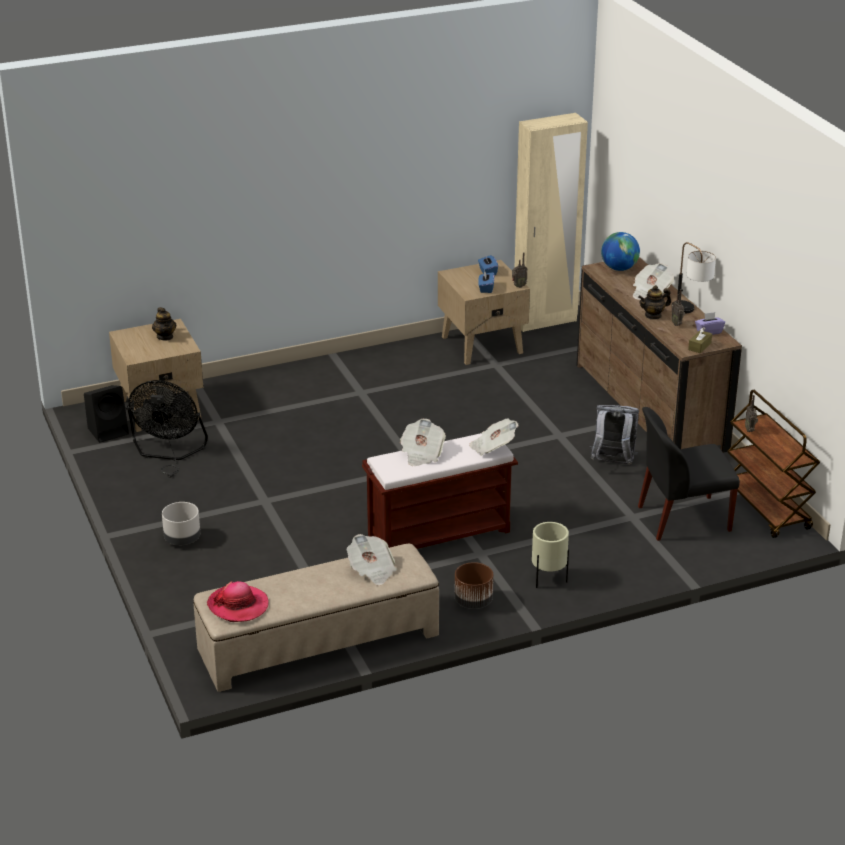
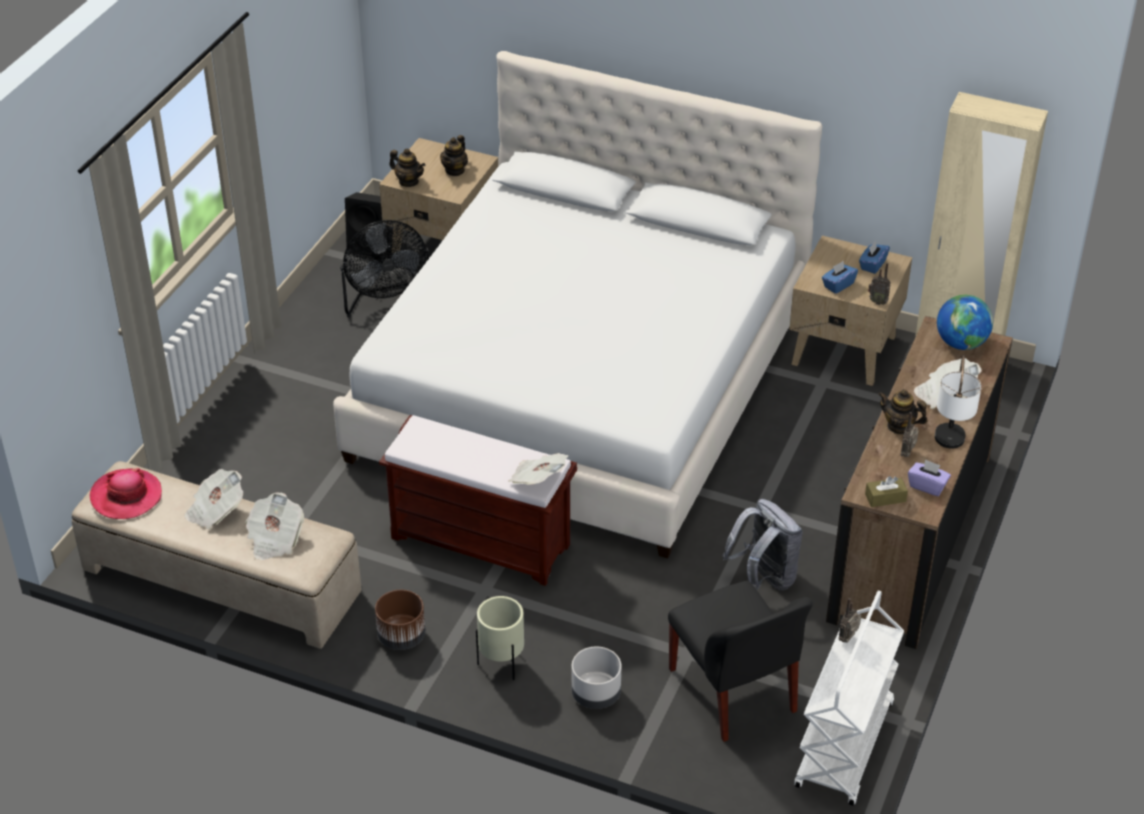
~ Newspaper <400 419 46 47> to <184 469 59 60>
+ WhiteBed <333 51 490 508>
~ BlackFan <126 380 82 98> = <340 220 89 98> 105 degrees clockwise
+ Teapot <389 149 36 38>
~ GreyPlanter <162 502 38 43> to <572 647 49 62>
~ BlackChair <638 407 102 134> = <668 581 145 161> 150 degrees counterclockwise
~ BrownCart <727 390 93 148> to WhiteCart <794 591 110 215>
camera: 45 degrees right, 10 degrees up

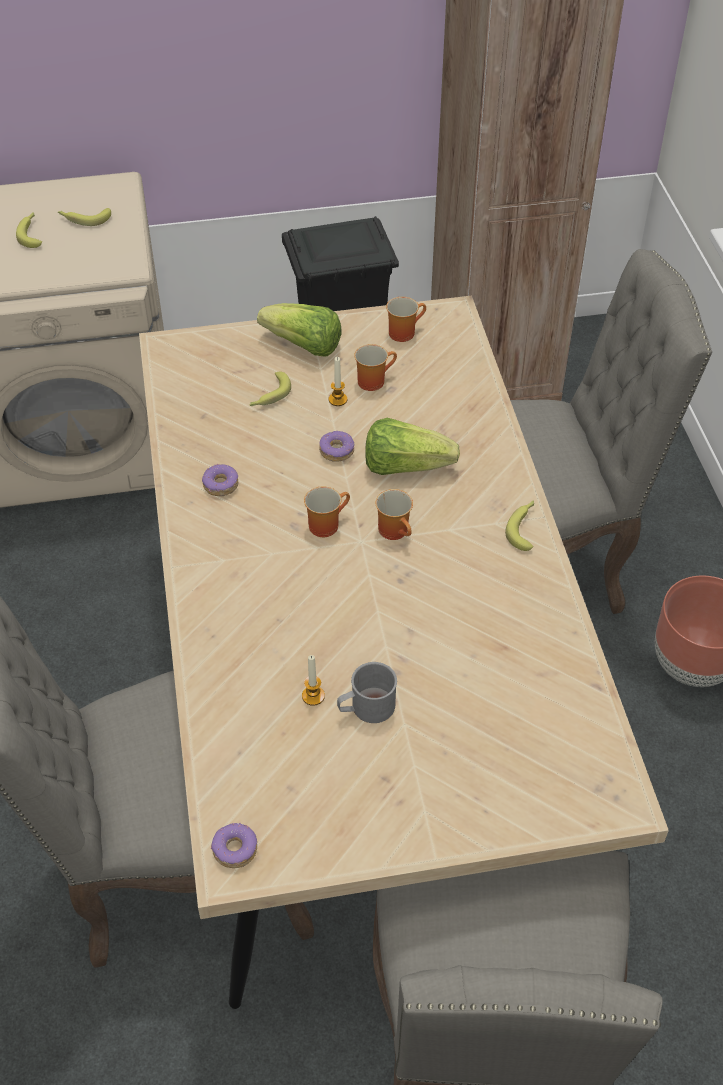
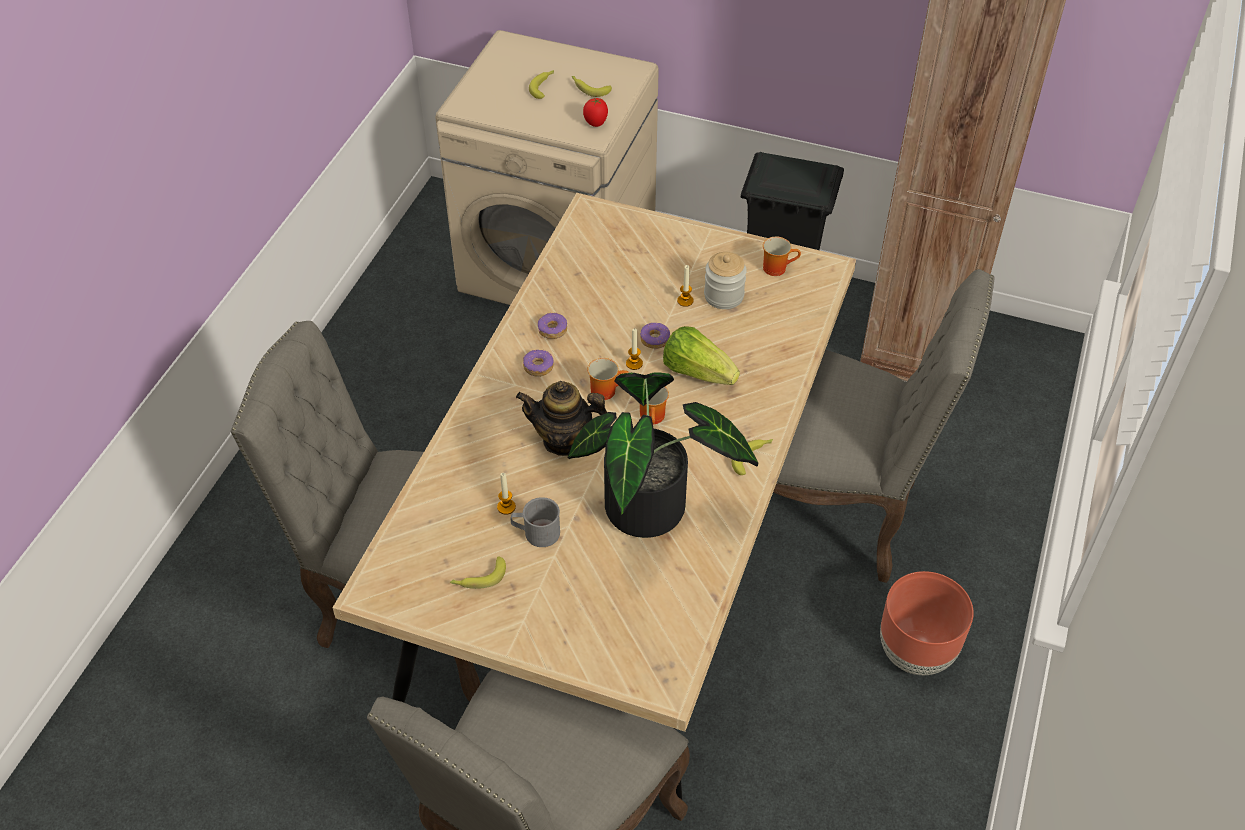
~ Banana <249 372 42 34> to <449 556 57 33>
+ Teapot <516 381 95 75>
~ Donut <211 822 46 46> to <523 350 31 27>
+ PottedPlant <568 372 190 166>
+ Tomato <583 98 25 29>
+ Candle <626 328 17 42>
~ Mug <354 344 43 47> to Jar <704 252 43 57>
- Lettuce <257 303 85 54>
camera: 30 degrees right, 0 degrees up

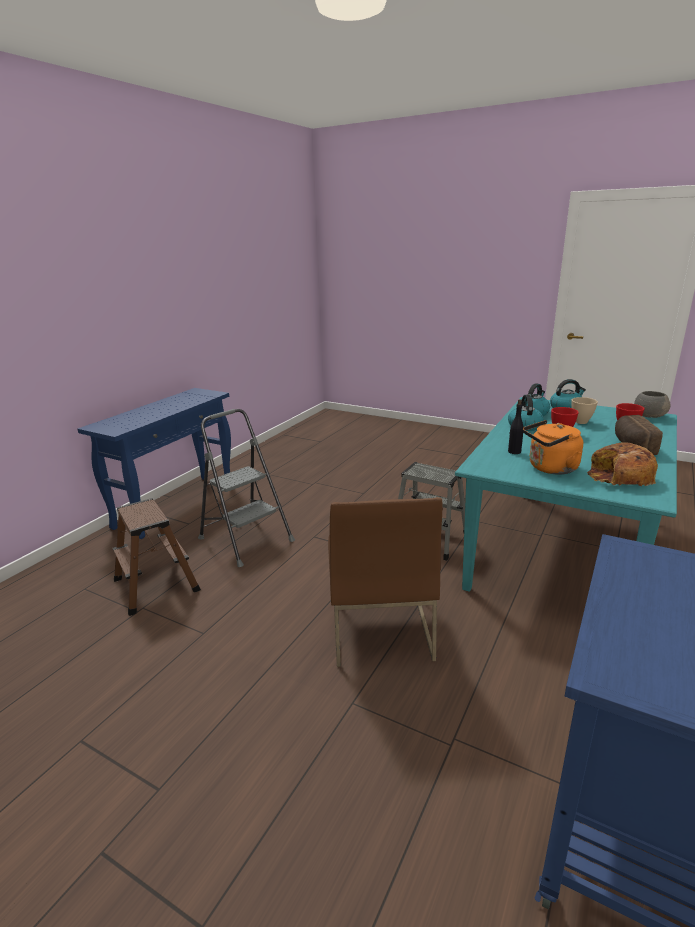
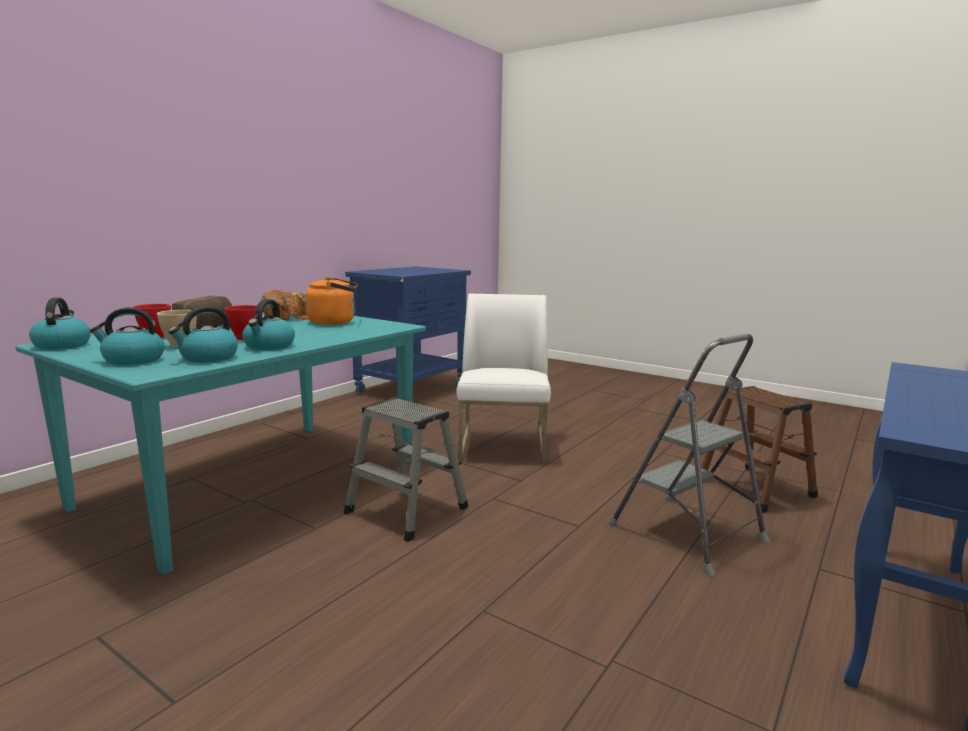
~ GreyBowl <634 391 36 27> to Kettle <29 297 62 53>
~ BrownChair <328 497 114 170> to WhiteChair <457 294 94 169>
- BlackBottle <508 399 16 55>
camera: 175 degrees left, 10 degrees down

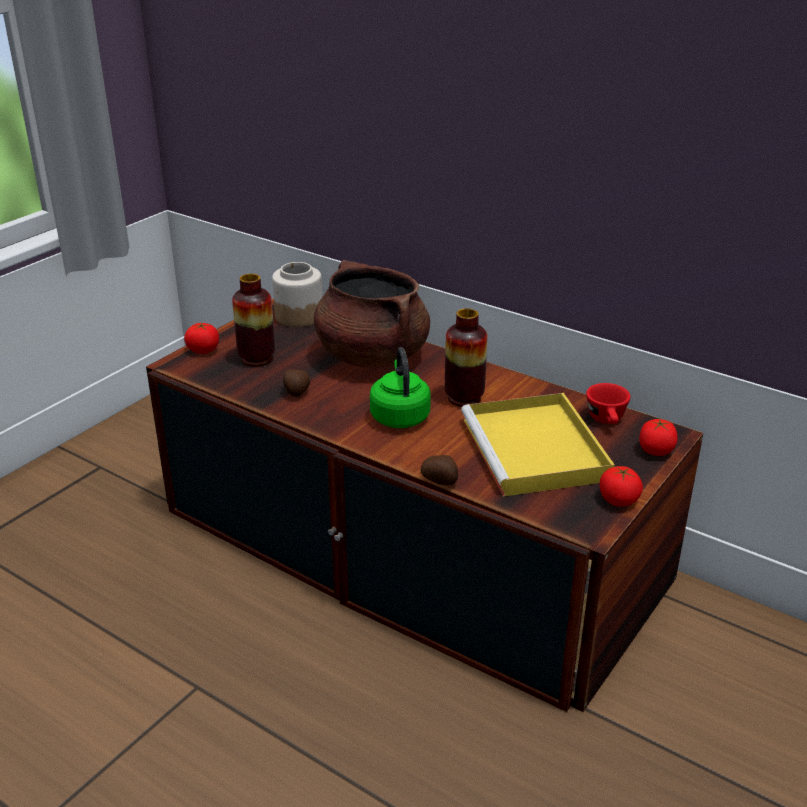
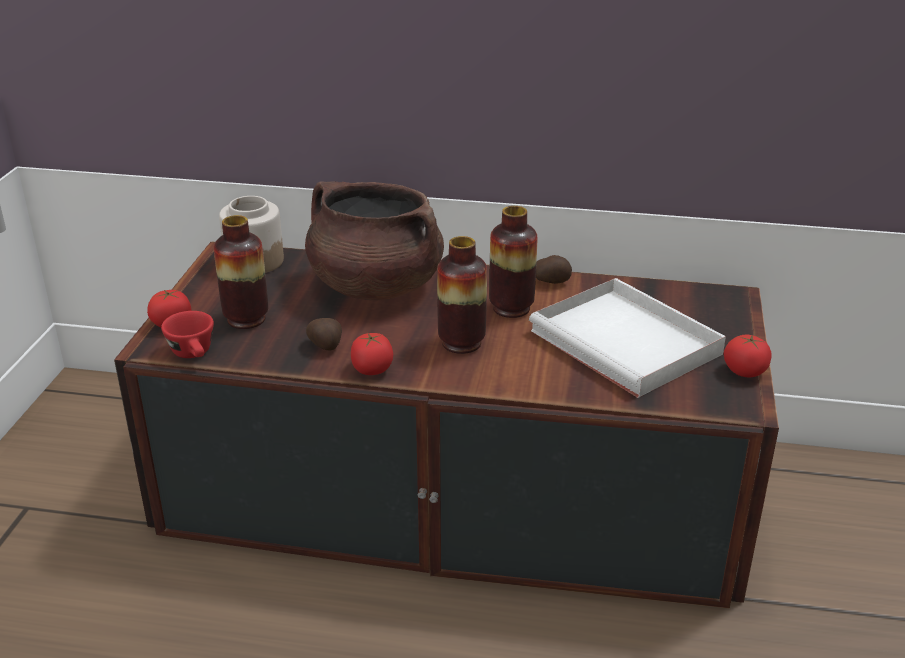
~ RedCup <586 383 45 41> to <161 311 53 47>
~ Tomato <639 419 39 37> to <351 333 42 42>
~ GreenKettle <370 347 61 81> to Vase <437 236 50 118>
~ YellowTray <461 393 154 104> to WhiteTray <529 278 197 120>
~ Potato <421 455 37 30> to <536 255 36 29>
camera: 25 degrees left, 0 degrees up

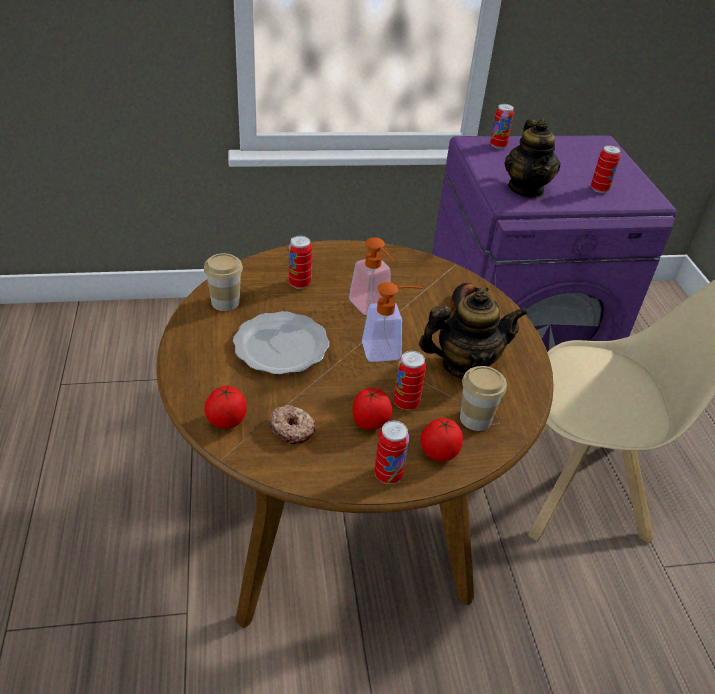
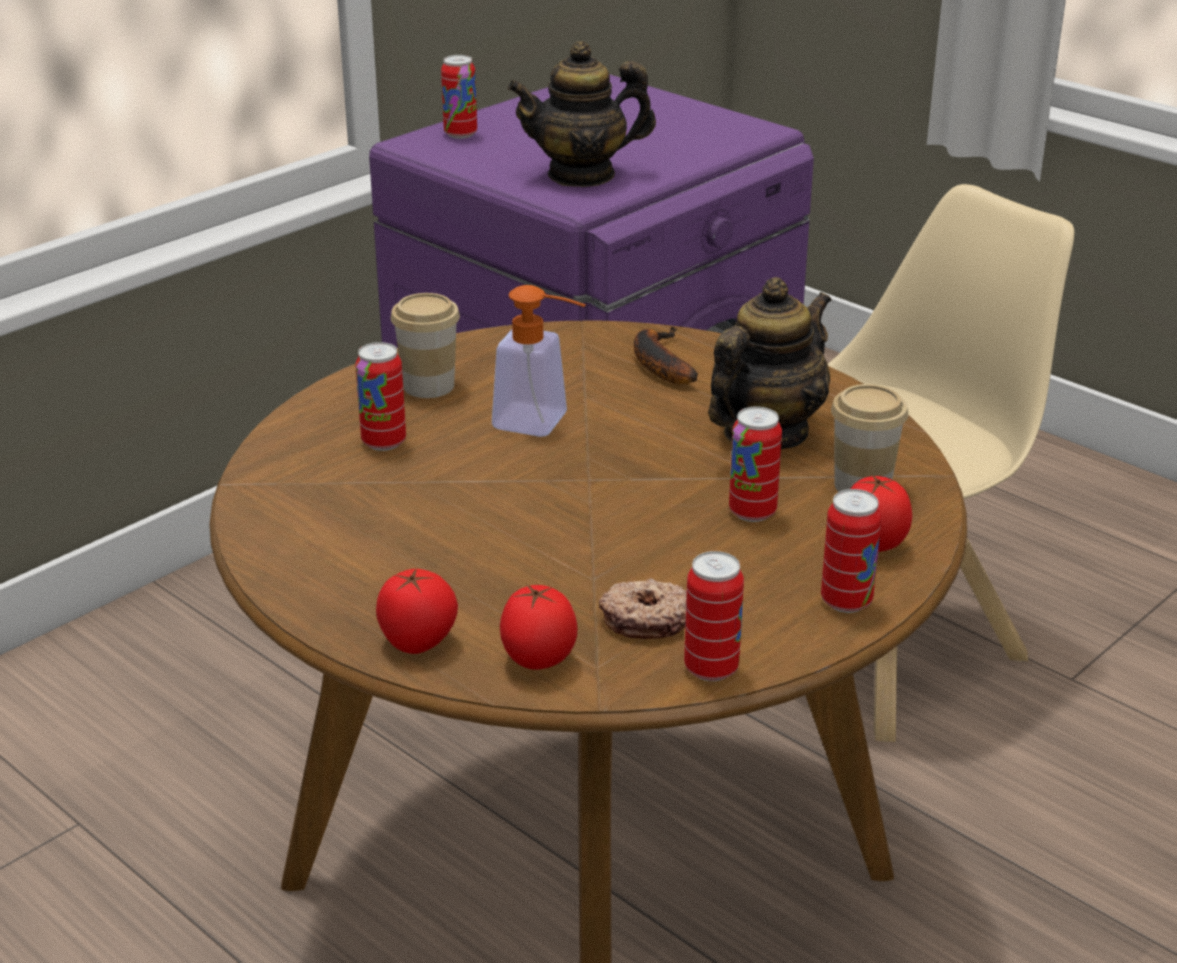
~ Tomato <353 388 39 42> to <376 568 82 86>
~ Cup <204 253 39 58> to <391 293 69 105>
~ Teapot <504 119 56 79> = <507 41 149 146> 120 degrees clockwise
~ Can <591 145 30 48> to <684 551 60 130>
- Plate <233 311 96 64>
- SoapDispenser <362 282 61 80>
camera: 35 degrees left, 10 degrees down

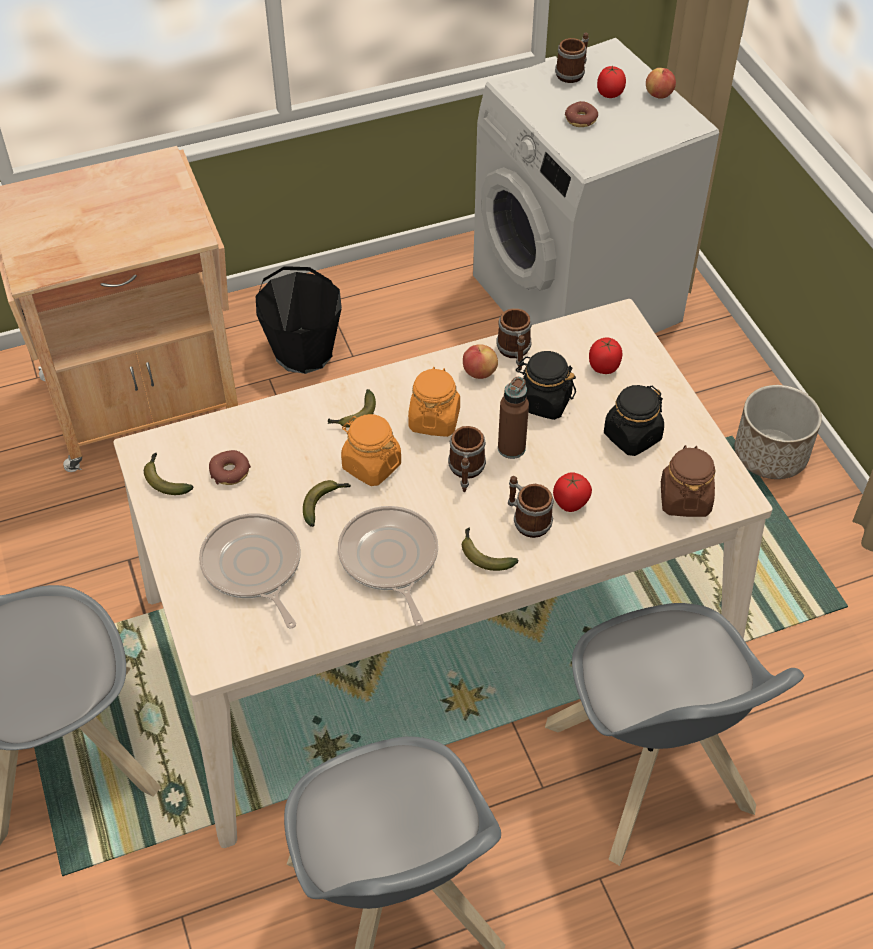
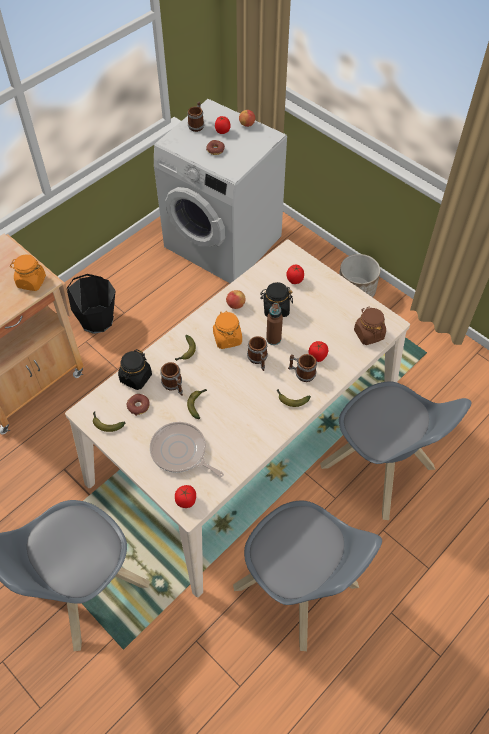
~ OrangeJar <341 414 60 72> to <10 254 36 37>
~ BlackJar <604 385 60 71> to <118 349 34 41>
~ Mug <497 308 35 61> to <161 362 22 34>
+ Tomato <175 485 21 23>
- FryingPan <338 506 100 120>
camera: 25 degrees left, 5 degrees up

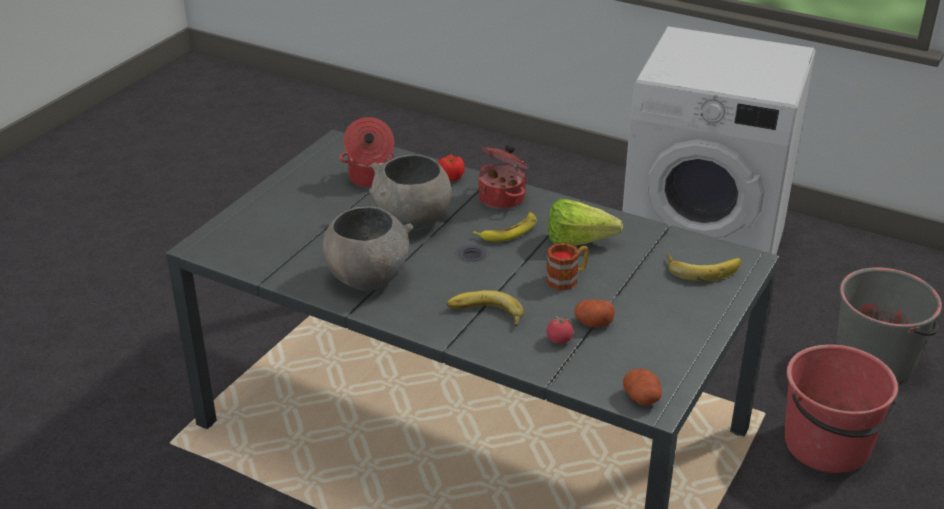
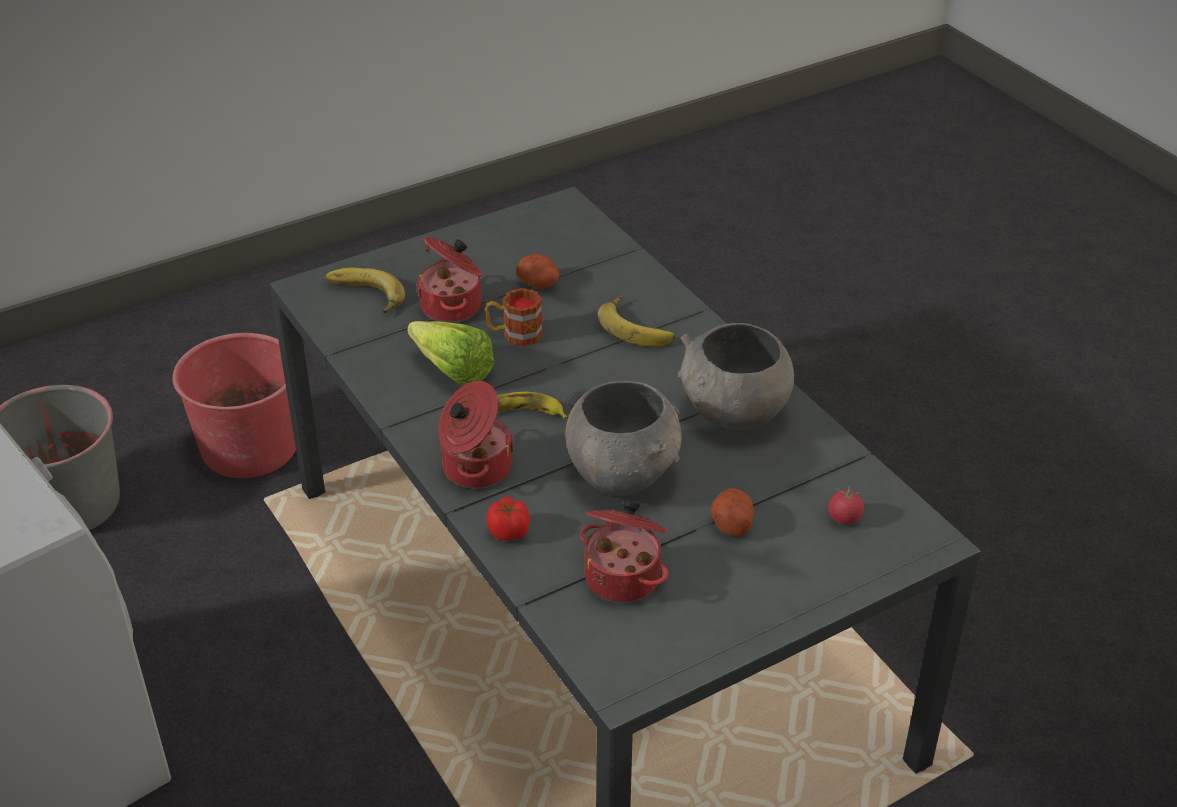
+ CookingPot <416 236 66 87>
~ Potato <623 369 39 36> to <710 488 44 48>
~ Tomato <547 316 26 28> to <828 486 36 38>
camera: 150 degrees left, 5 degrees up

